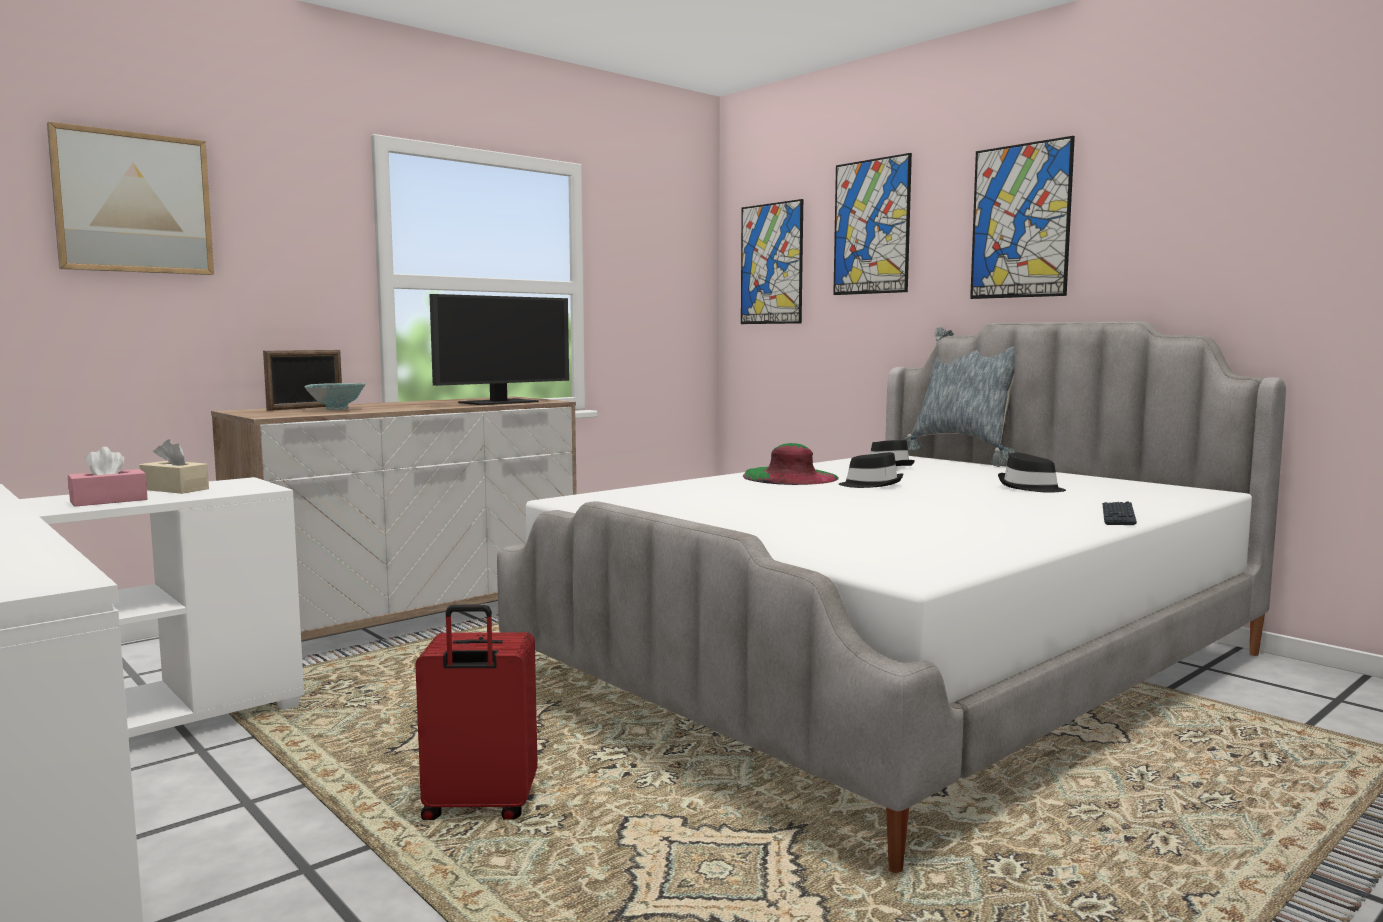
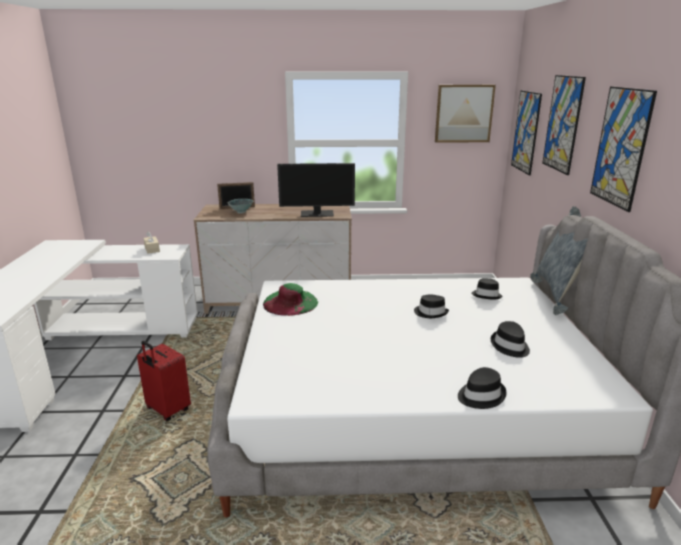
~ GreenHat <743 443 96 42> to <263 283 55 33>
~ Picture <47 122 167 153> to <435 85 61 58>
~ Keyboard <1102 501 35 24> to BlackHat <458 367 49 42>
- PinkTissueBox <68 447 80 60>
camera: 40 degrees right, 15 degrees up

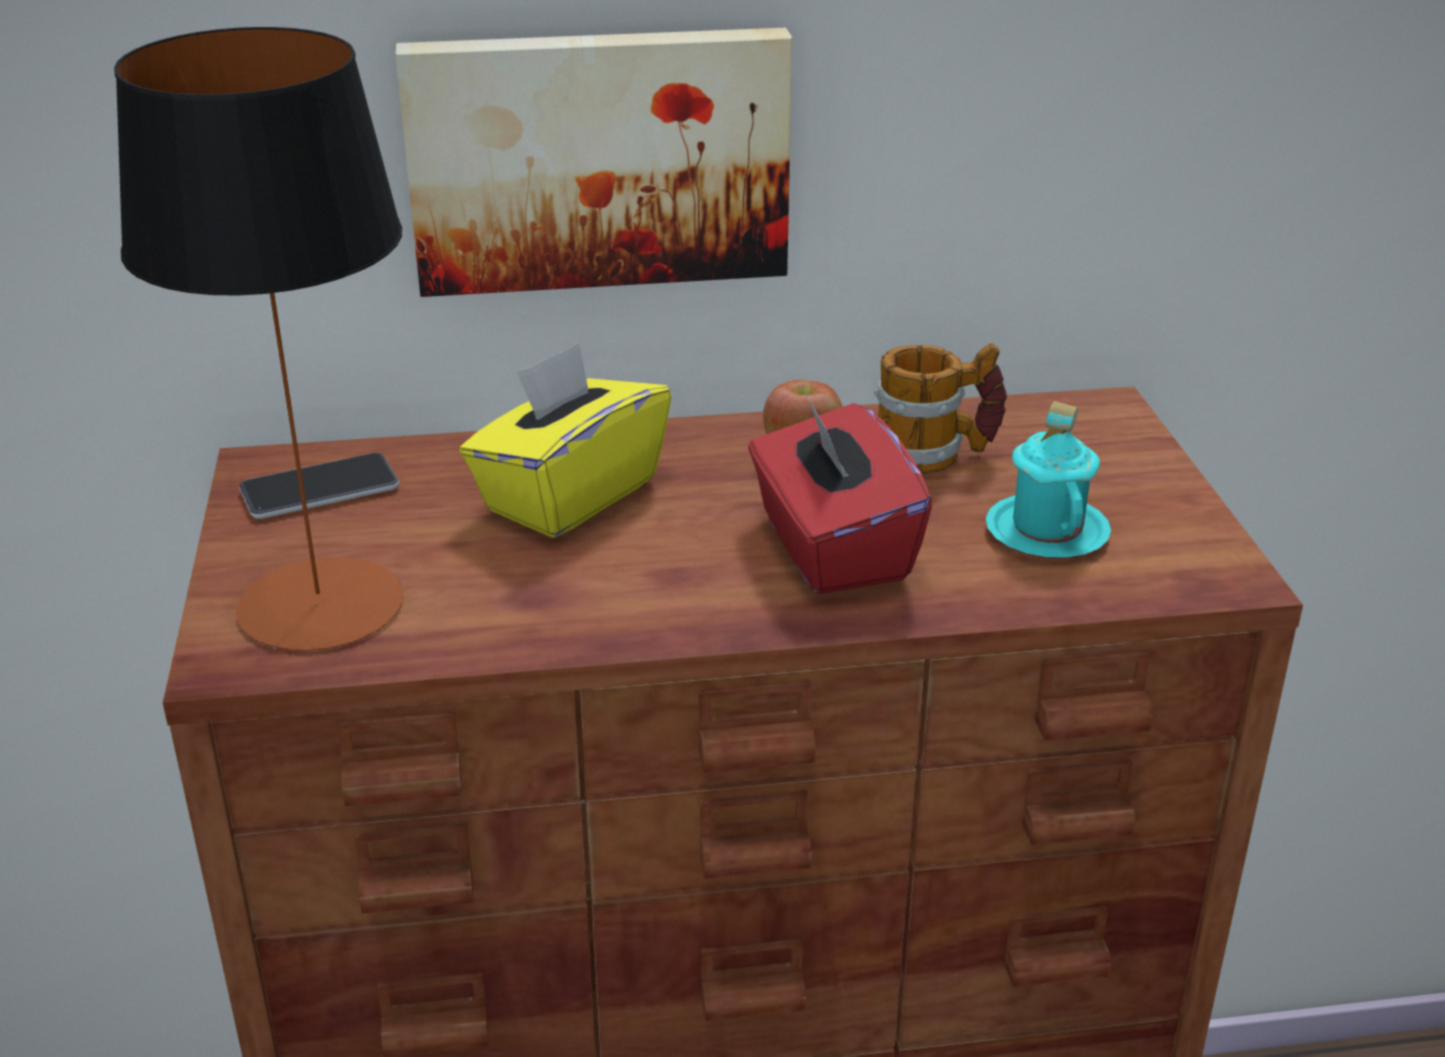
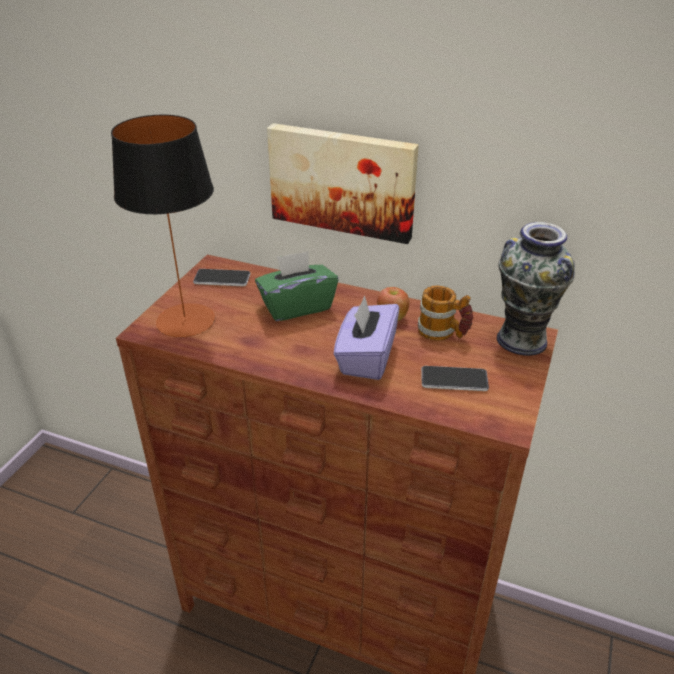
~ YellowTissueBox <460 342 211 196> to GreenTissueBox <255 251 83 70>
~ RedTissueBox <748 393 184 201> to PurpleTissueBox <334 295 65 85>
~ TurquoiseMug <986 401 125 158> to Phone <421 366 68 25>
+ Vase <497 222 78 134>
camera: 30 degrees right, 5 degrees up

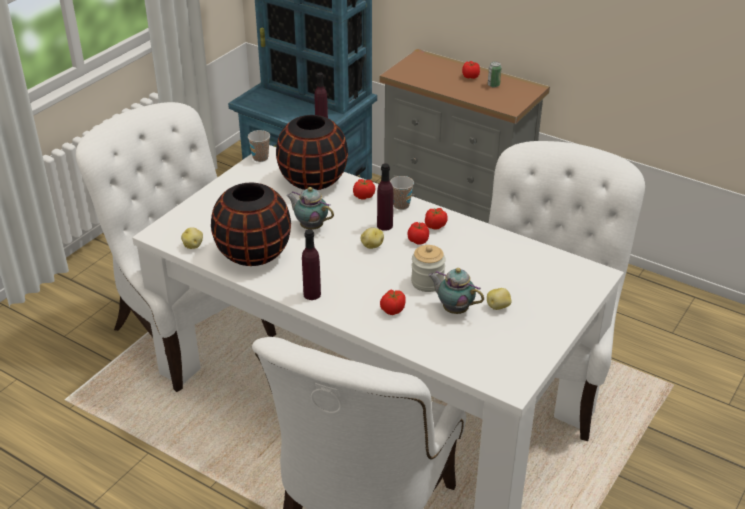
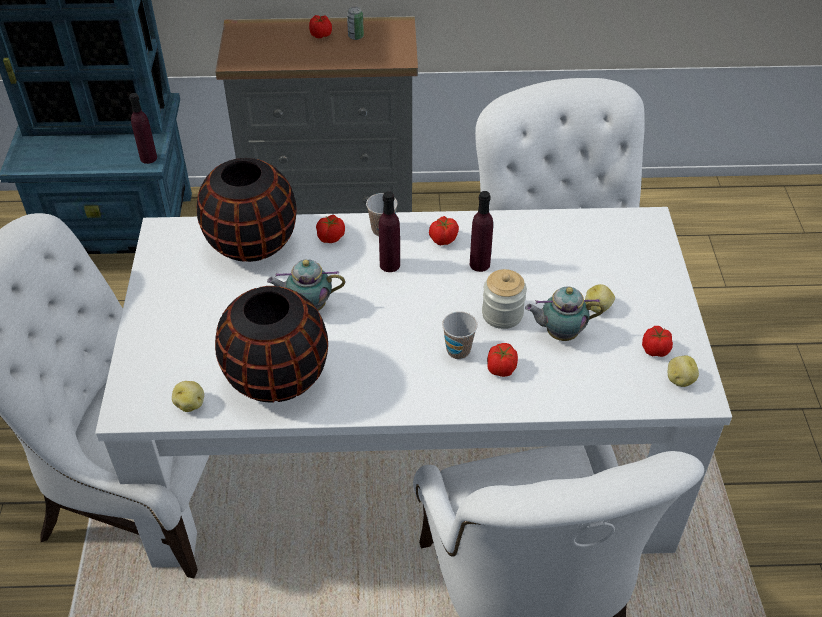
~ Cup <248 130 22 32> to <442 311 35 48>
~ PurpleBottle <302 229 19 71> to <470 191 23 81>
~ Tomato <407 222 22 22> to <642 326 31 31>
~ Potato <361 228 23 21> to <668 355 31 32>
camera: 35 degrees left, 10 degrees up

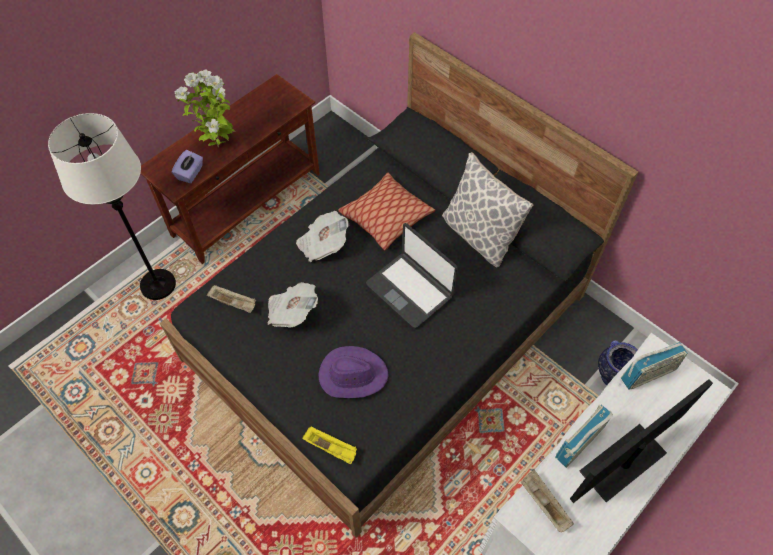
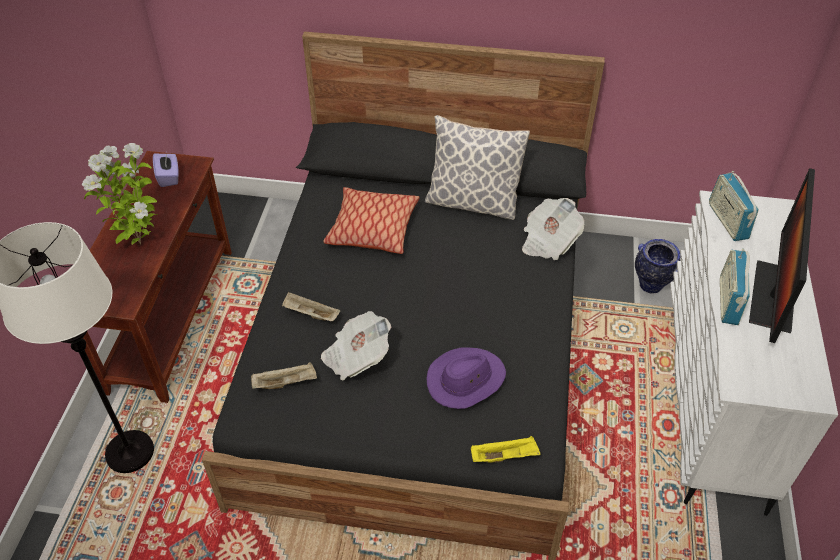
~ PurpleTissueBox <172 150 31 33> to <153 153 26 34>
~ BeigeTray <521 470 53 62> to <282 292 58 29>
~ Newspaper <296 211 53 51> to <522 198 62 62>
~ Radio <621 342 67 47> = <709 171 50 70> 135 degrees clockwise
- Laptop <366 223 92 105>
camera: 35 degrees left, 10 degrees down

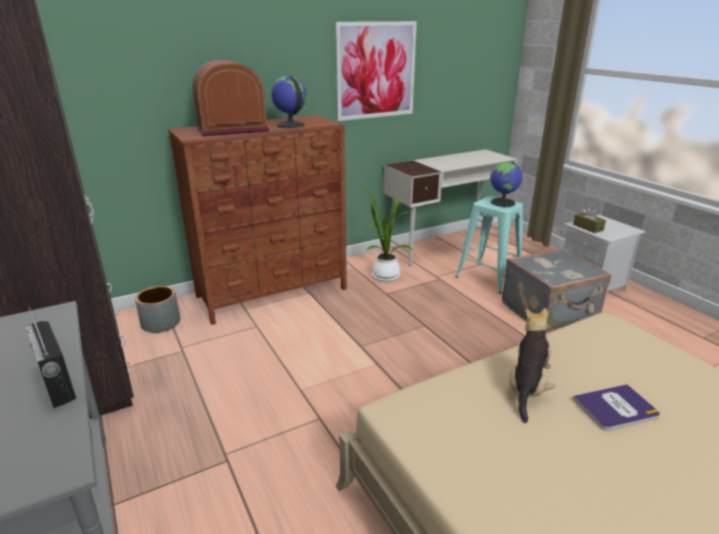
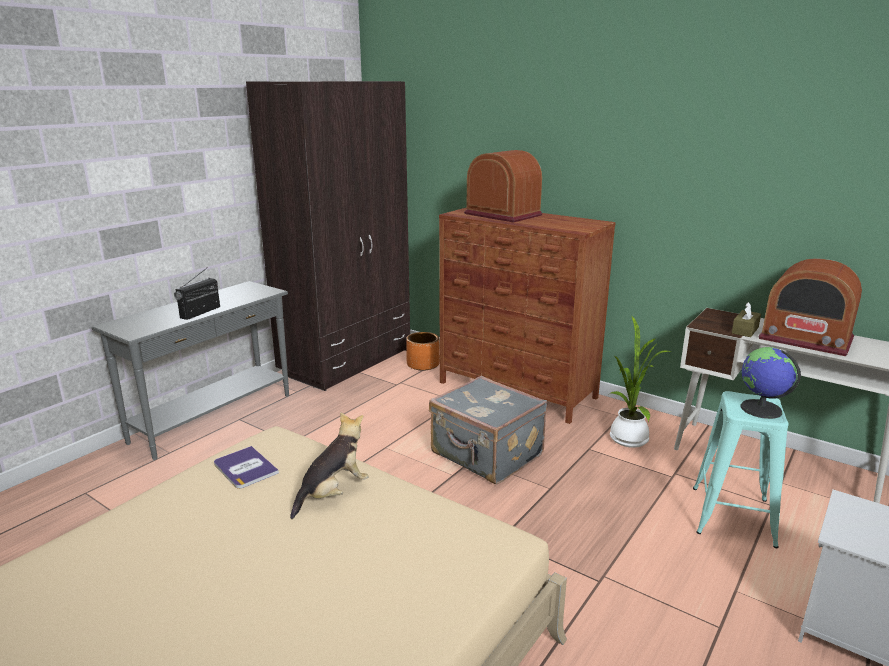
~ Book <573 384 87 46> to <214 446 65 43>
~ PlushToy <509 308 46 115> = <290 412 79 107> 45 degrees counterclockwise
~ GreyPlanter <135 286 45 47> to OrangePlanter <406 332 34 39>
~ GreySuitcase <502 248 109 83> to <429 376 118 108>
~ BrownTissueBox <573 207 33 26> to <732 302 29 35>
+ Radio <758 258 104 98>
- Globe <271 76 36 52>
- Picture <335 21 82 100>
camera: 65 degrees right, 5 degrees down

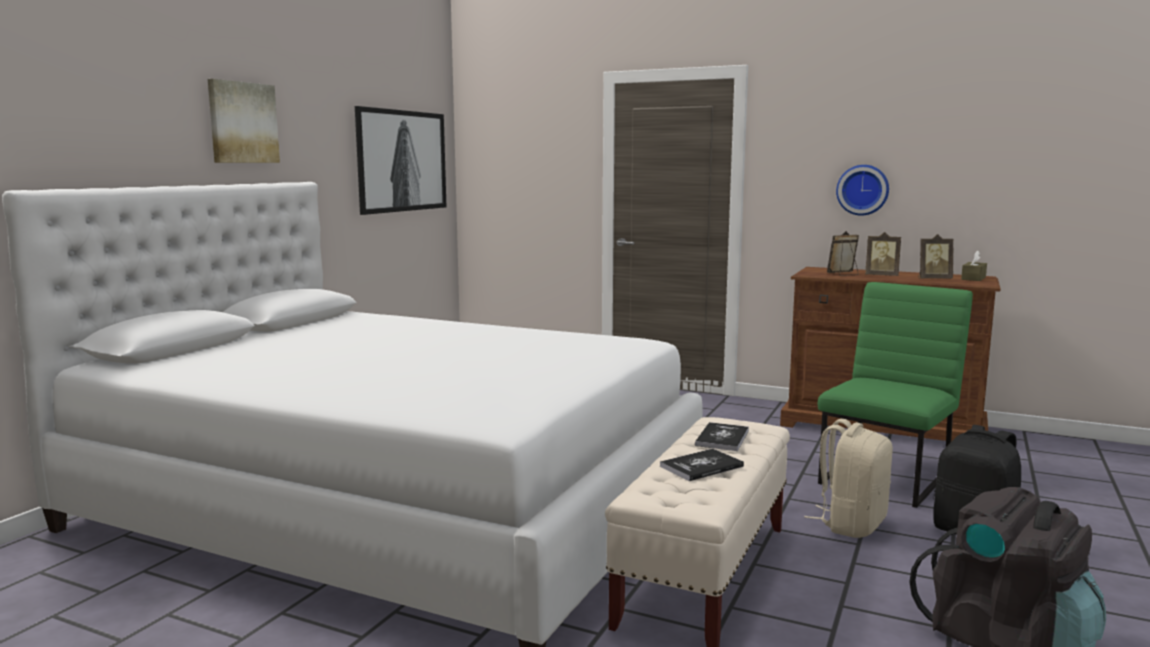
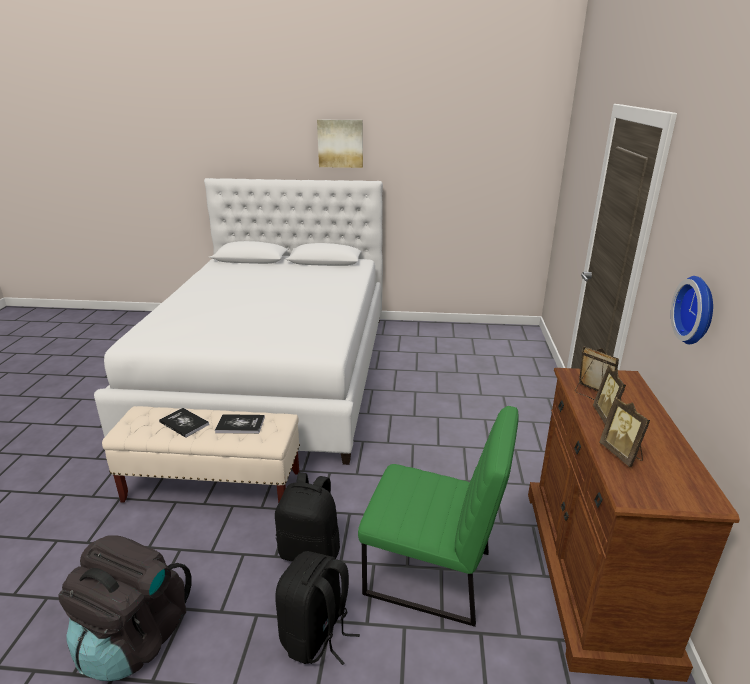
~ BeigeBackpack <804 419 89 119> to BlackBackpack <275 472 65 90>
- Picture <355 106 91 109>
- BrownTissueBox <961 250 26 31>
camera: 70 degrees right, 15 degrees up

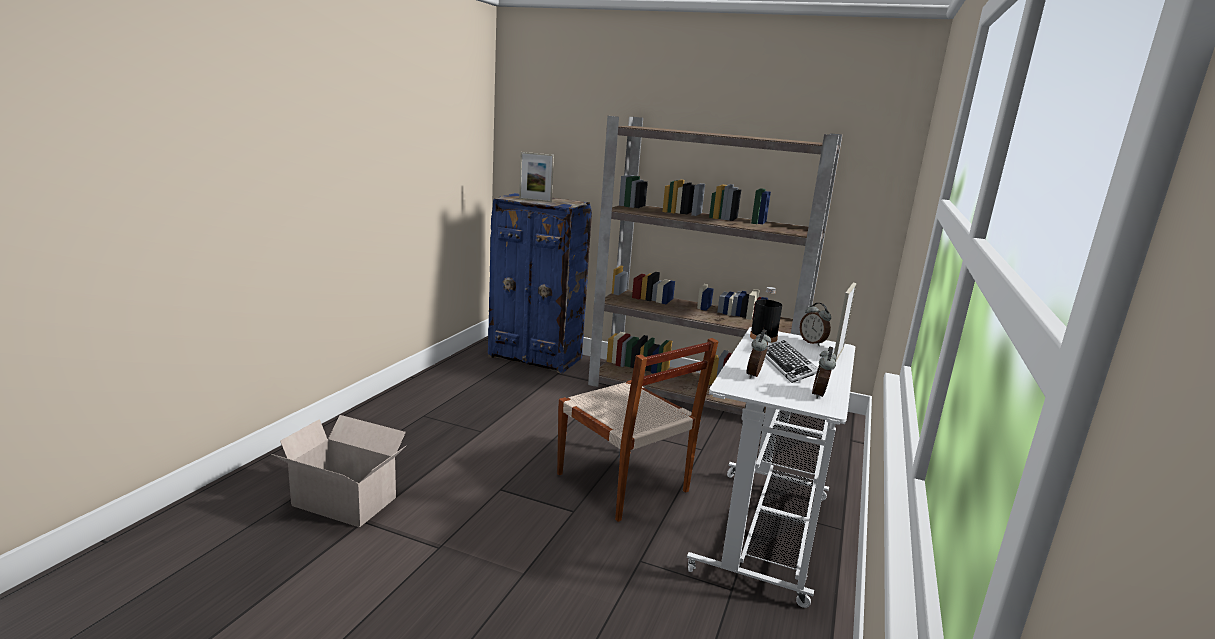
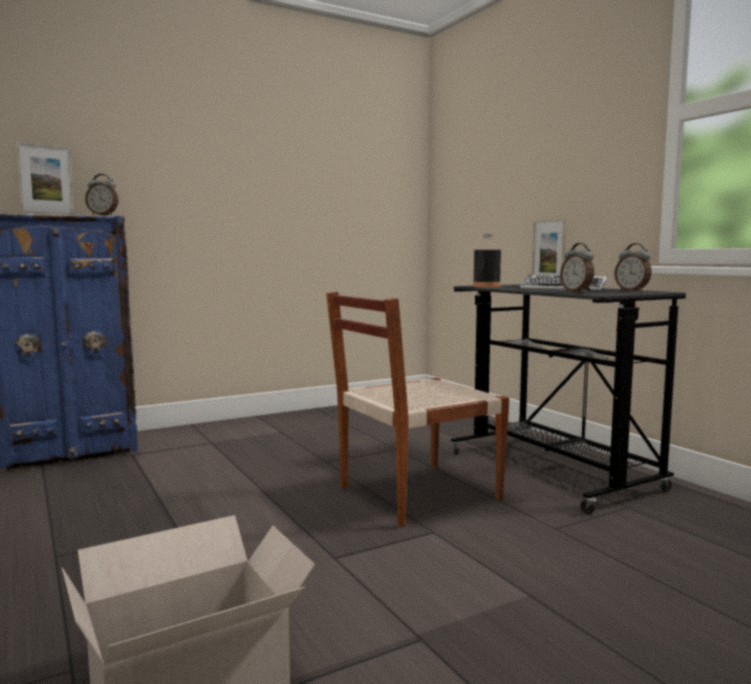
~ AlarmClock <800 303 31 43> to <85 174 34 42>
~ Chair <557 338 161 184> = <326 292 183 235> 150 degrees clockwise
~ WhiteDesk <687 327 168 281> to BlackDesk <451 284 235 230>
- BrownBookcase <588 116 255 308>
camera: 50 degrees left, 10 degrees down

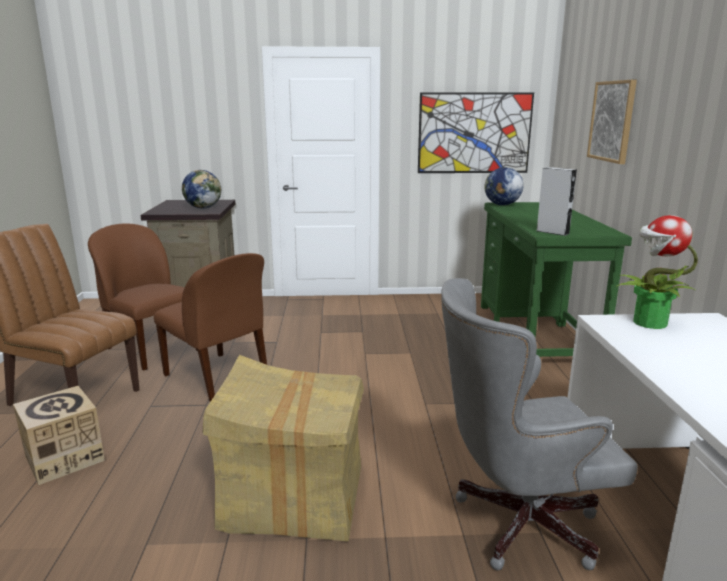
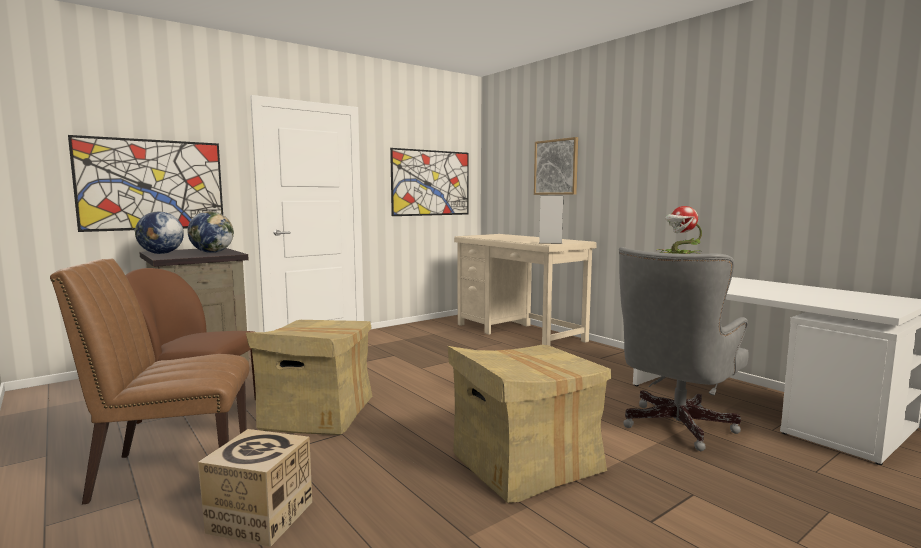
+ Picture <68 135 155 97>
~ Globe <484 167 39 38> to <134 211 50 43>
~ BrownChair <154 253 113 149> to CardboardBox <246 320 126 115>
~ GreenDesk <481 202 151 155> to BeigeDesk <454 234 143 112>
camera: 35 degrees left, 10 degrees down

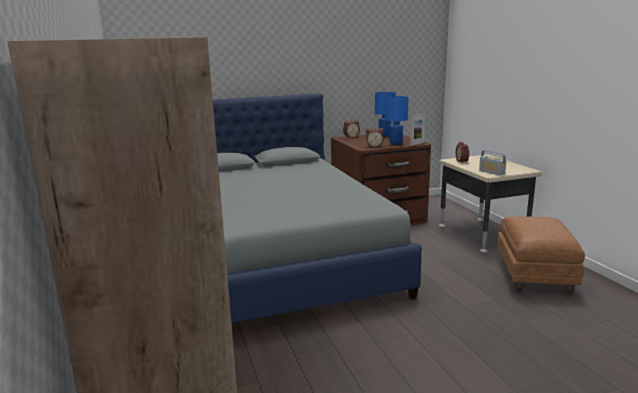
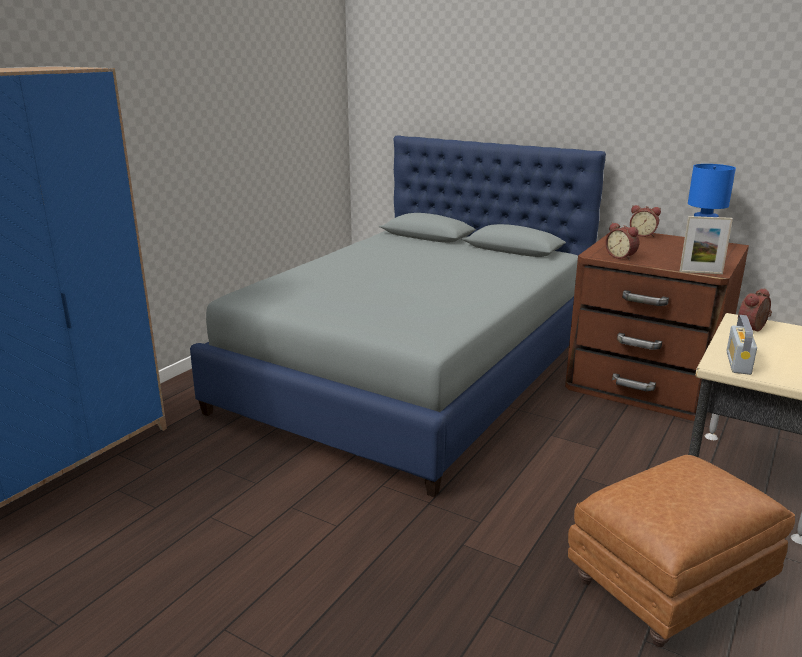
- BlueTableLamp <385 96 24 49>
camera: 50 degrees right, 5 degrees up

